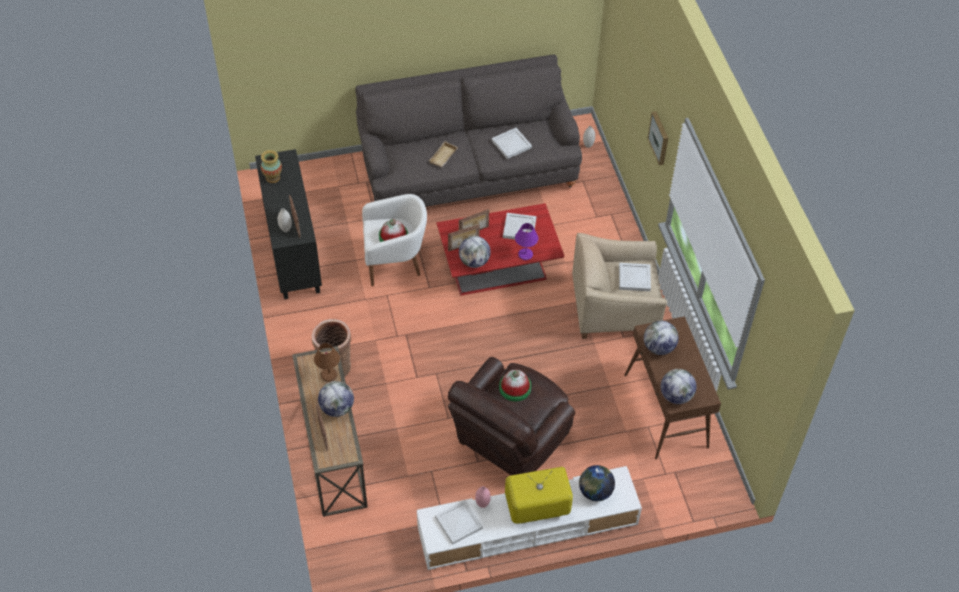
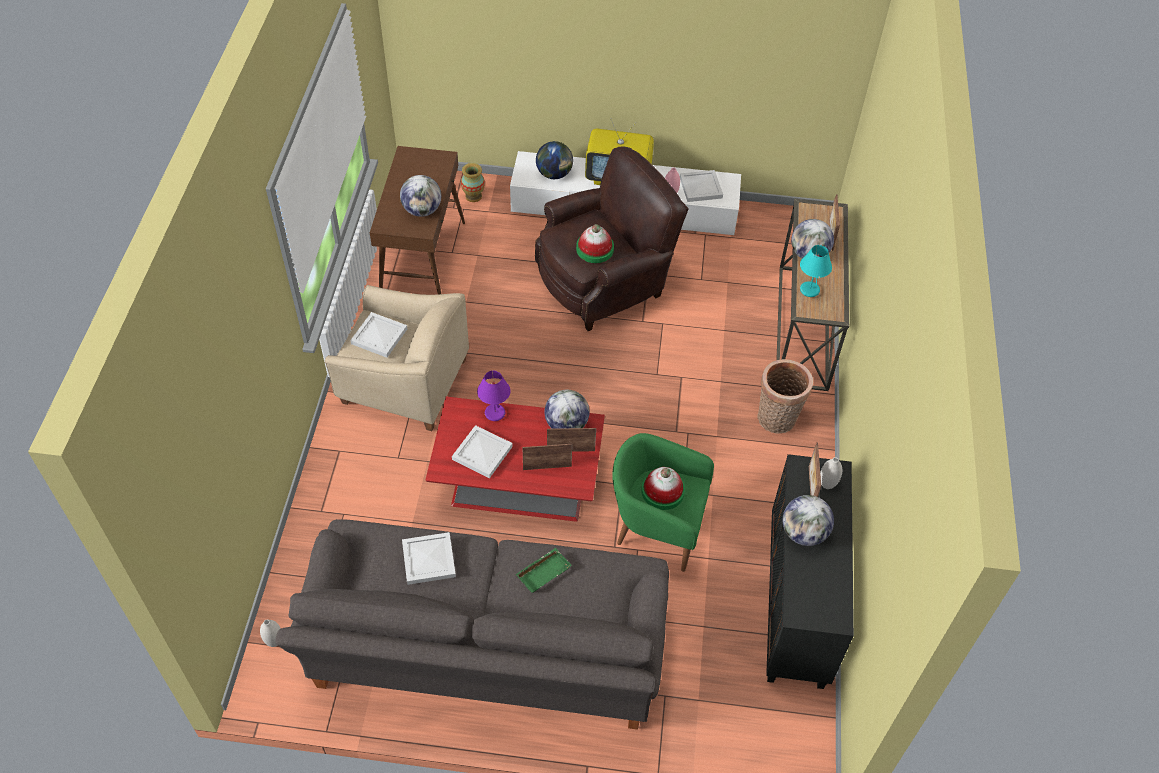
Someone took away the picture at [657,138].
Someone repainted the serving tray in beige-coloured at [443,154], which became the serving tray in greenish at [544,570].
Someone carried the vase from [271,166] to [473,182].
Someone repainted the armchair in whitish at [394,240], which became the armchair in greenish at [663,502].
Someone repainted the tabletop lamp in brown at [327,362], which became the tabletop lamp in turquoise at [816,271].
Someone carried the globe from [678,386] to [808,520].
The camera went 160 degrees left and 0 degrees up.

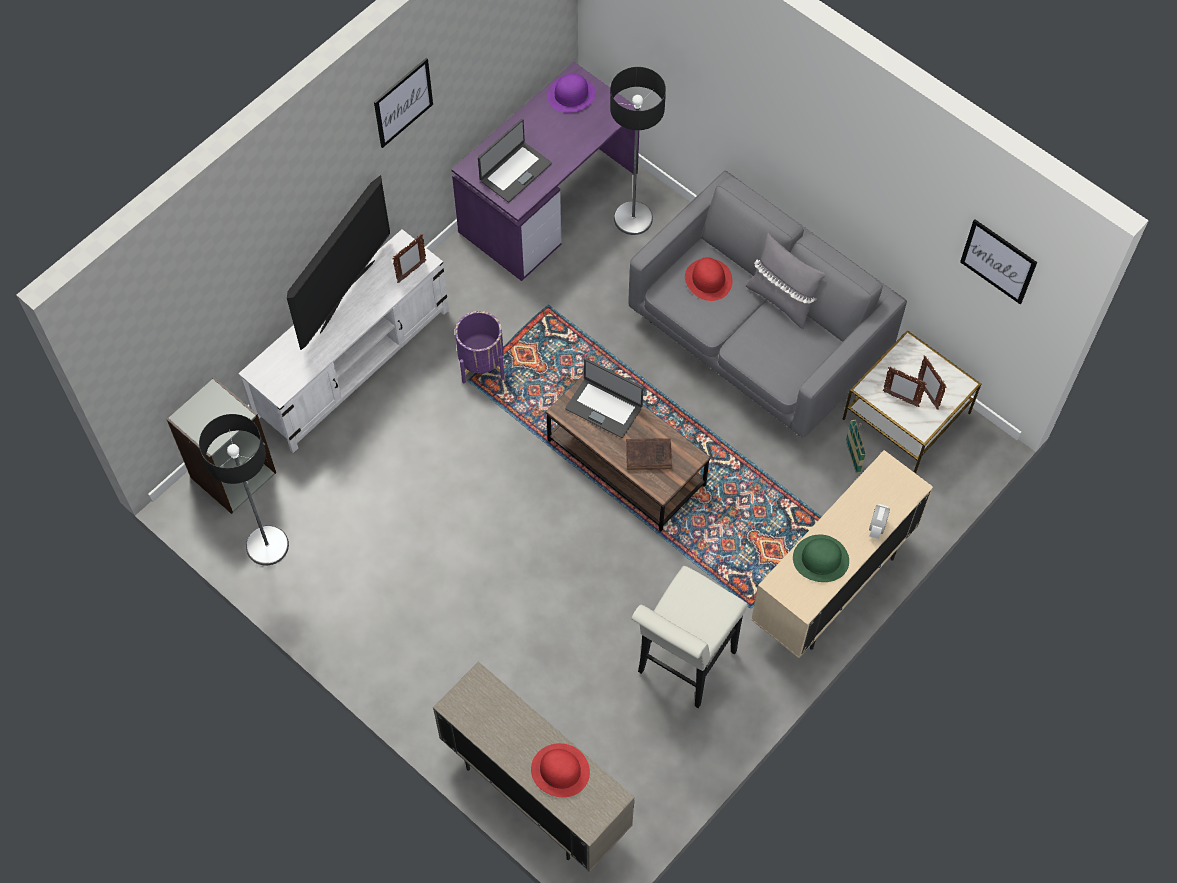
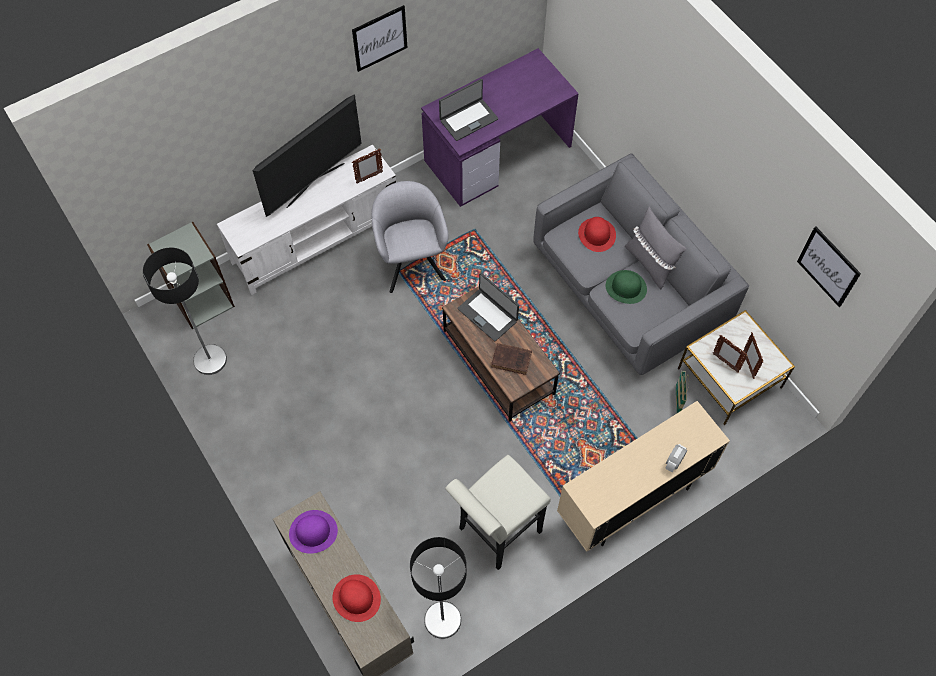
Someone carried the floor lamp from [638,151] to [438,588].
Someone carried the wearable hat in purple from [571,93] to [313,532].
Someone swapped the plant pot in purple at [479,347] for the armchair in greyish at [410,237].
Someone carried the wearable hat in greenish from [821,558] to [626,287].
The camera went 15 degrees right and 0 degrees up.

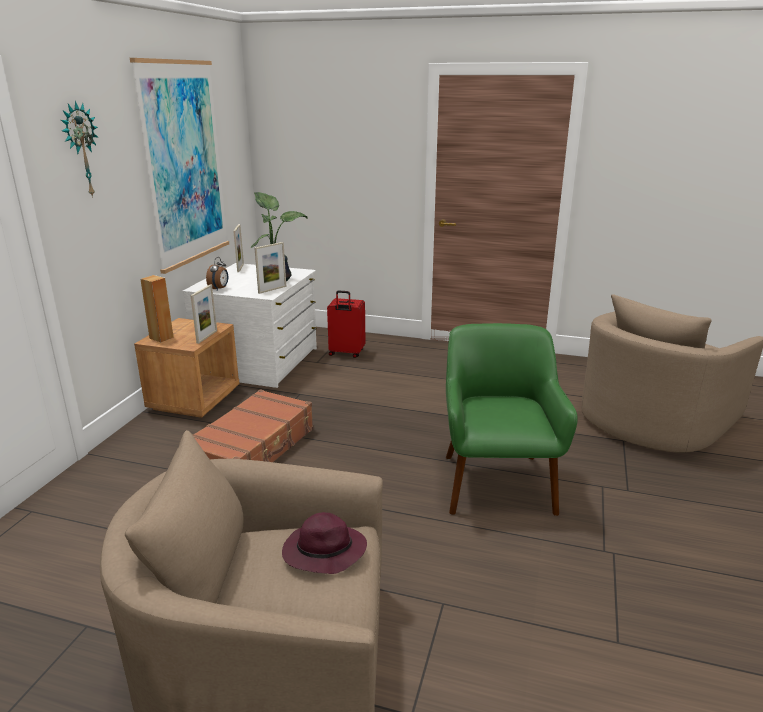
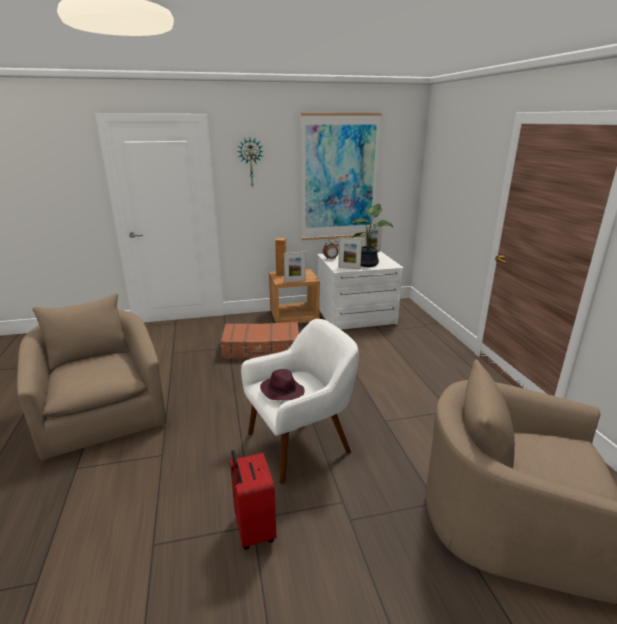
Someone carried the piece of luggage in red-coloured from [346,324] to [253,500].
Someone repainted the armchair in greenish at [512,419], which became the armchair in whitish at [300,401].
Someone carried the wearable hat in purple from [324,543] to [282,384].
The camera went 60 degrees right and 0 degrees up.

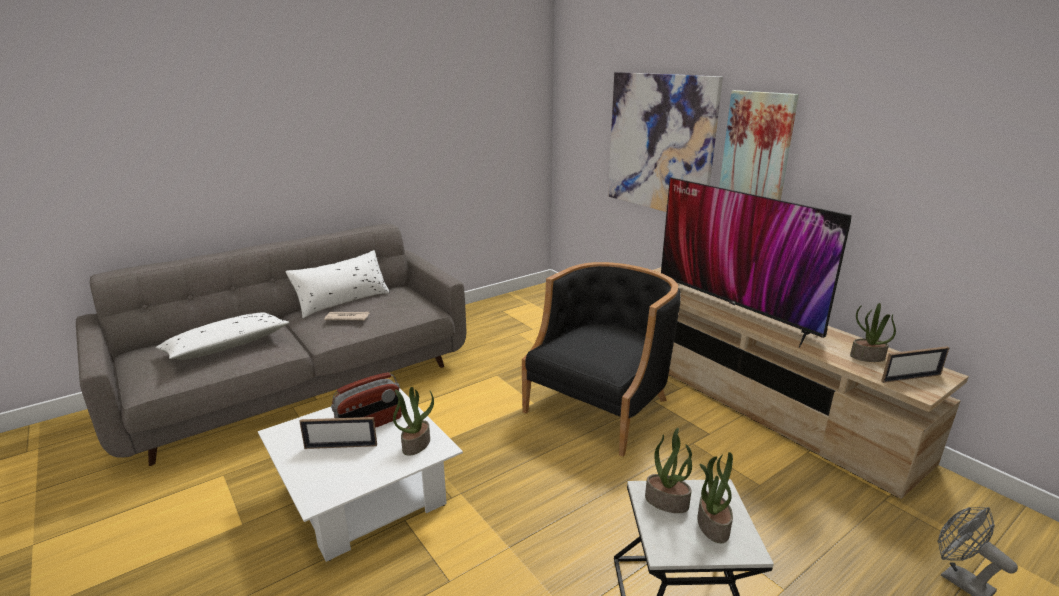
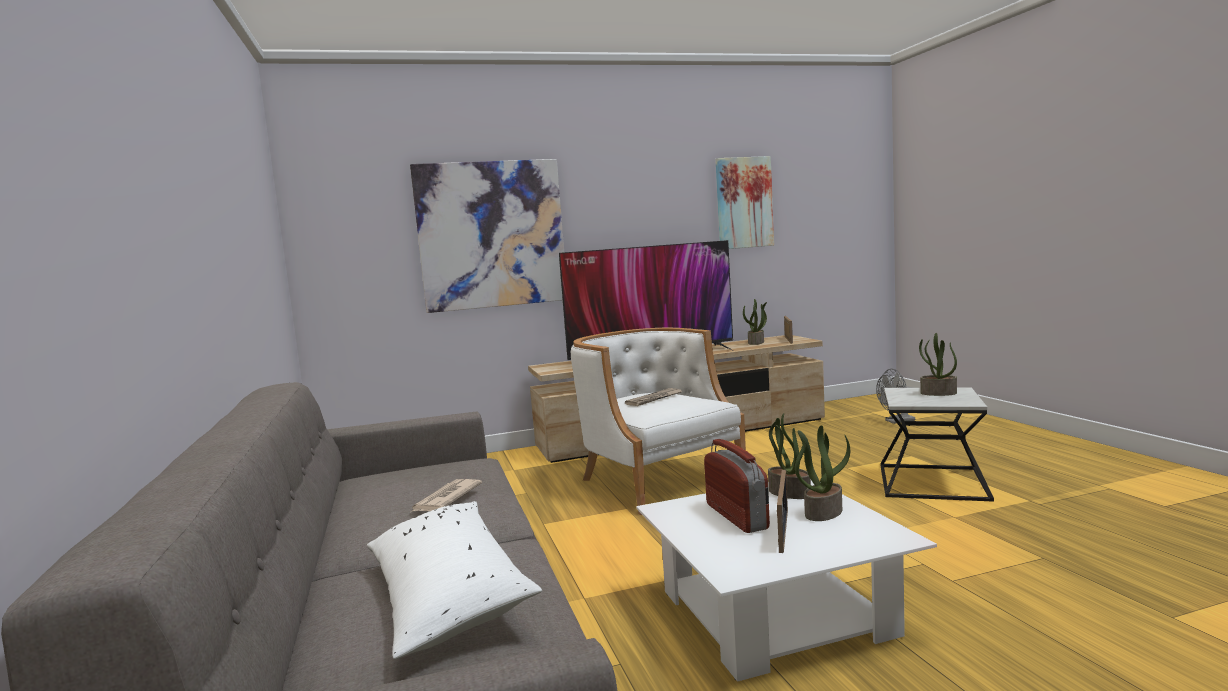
Someone carried the picture from [759,145] to [744,202].
Someone took away the cushion in whitish at [337,284].
Someone repainted the armchair in black at [601,359], which became the armchair in whitish at [658,421].
Someone carried the houseplant from [668,470] to [822,473].
Someone put down the printed paper at [653,397].
The camera went 70 degrees left and 15 degrees down.

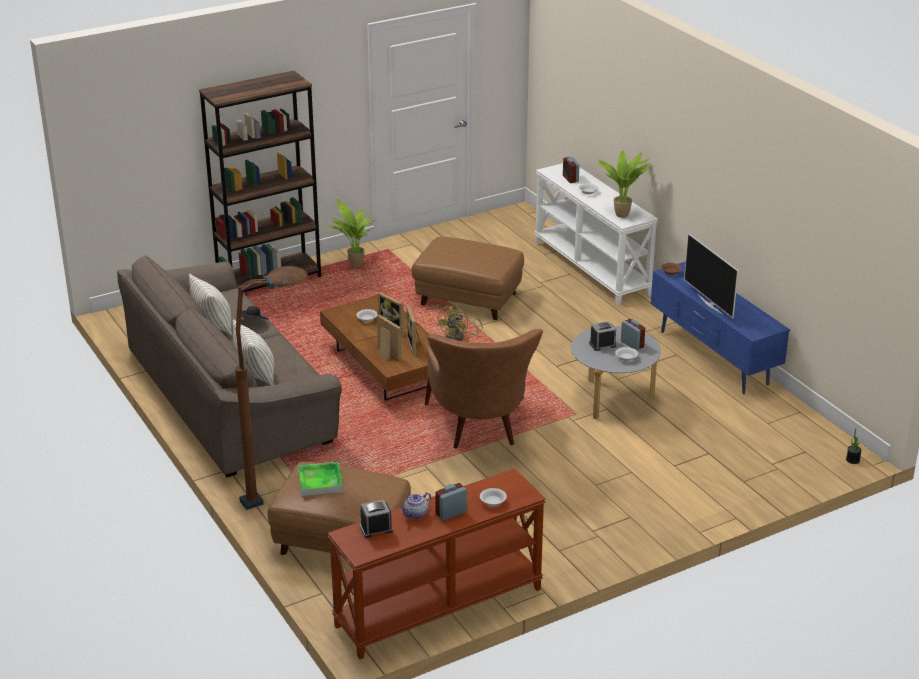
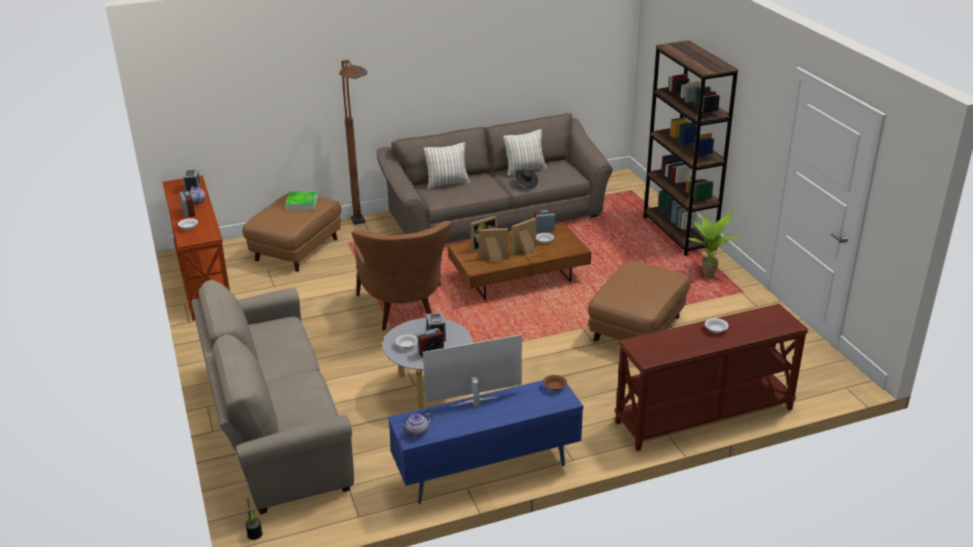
Someone took away the houseplant at [624,184].
Someone carried the bedside clock from [571,170] to [544,221].
Someone repainted the console table in whitish at [596,234], which became the console table in brown at [711,377].
Someone took away the electric fan in yellow-coloured at [460,323].
Someone rotated the armchair in brown at [484,389] by 105 degrees counterclockwise.
Someone put down the sofa in beige-coloured at [272,397].
Someone put down the pot for tea at [416,425].
The camera went 100 degrees right and 0 degrees up.

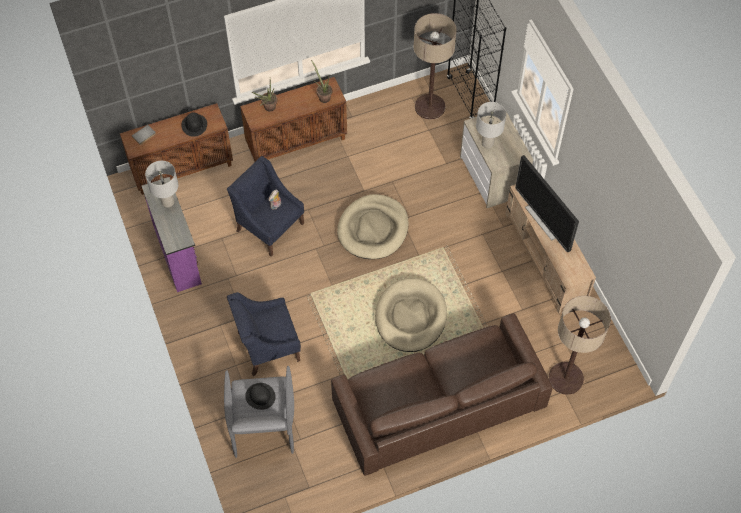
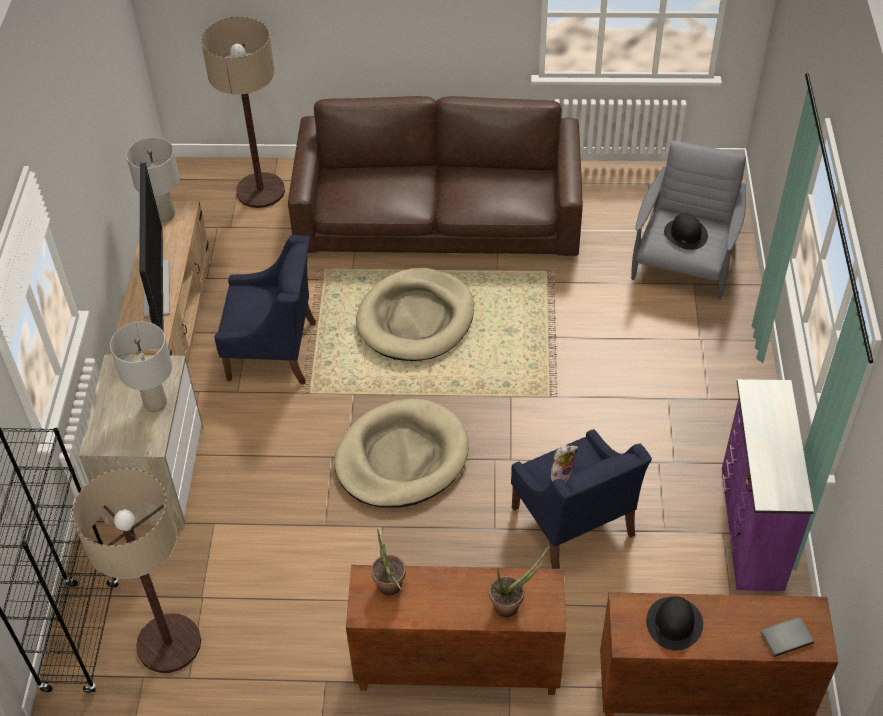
Someone carried the tabletop lamp in greyish from [161,184] to [153,180].
Someone carried the armchair in bluish from [264,334] to [265,309].
The camera went 155 degrees left and 10 degrees down.

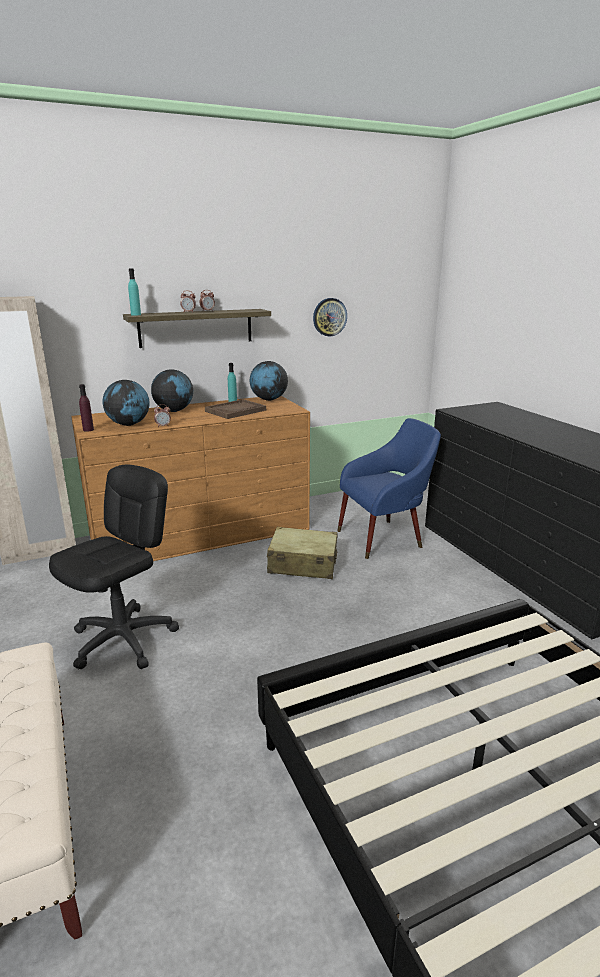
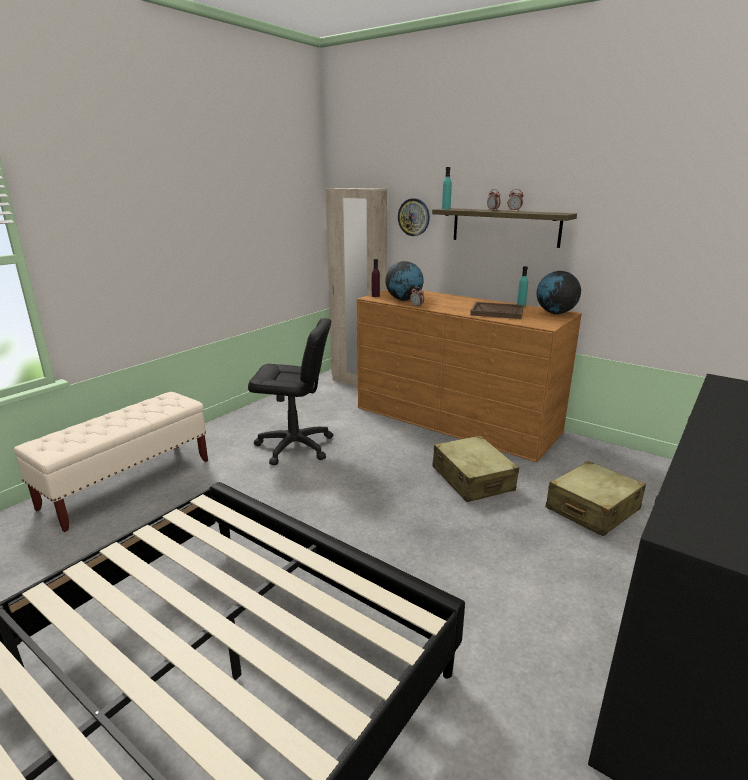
Someone carried the hanging clock from [330,317] to [414,217].
Someone took away the globe at [172,390].
Someone swapped the armchair in bluish at [389,488] for the piece of luggage in beige-coloured at [596,498].
The camera went 60 degrees right and 0 degrees up.

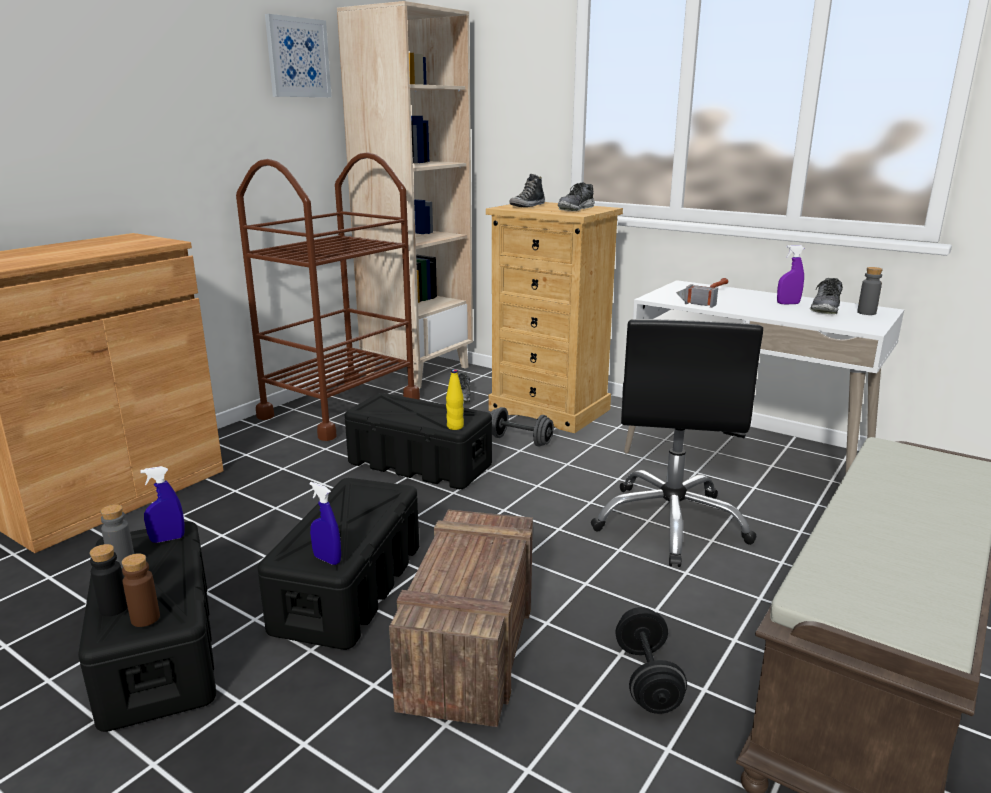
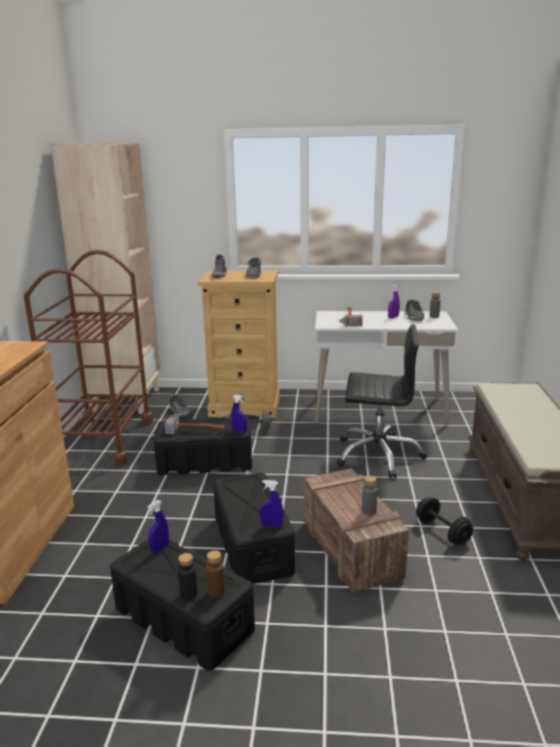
Someone took away the picture at [298,55].
Someone rotated the office chair in black at [677,443] by 60 degrees counterclockwise.
Someone swapped the bottle in yellow-coloured at [455,399] for the sprayer in bluish at [239,413].
Someone carried the bottle in greyish from [117,537] to [369,495].
Someone put down the hand hammer at [194,424].
The camera went 30 degrees left and 0 degrees up.

